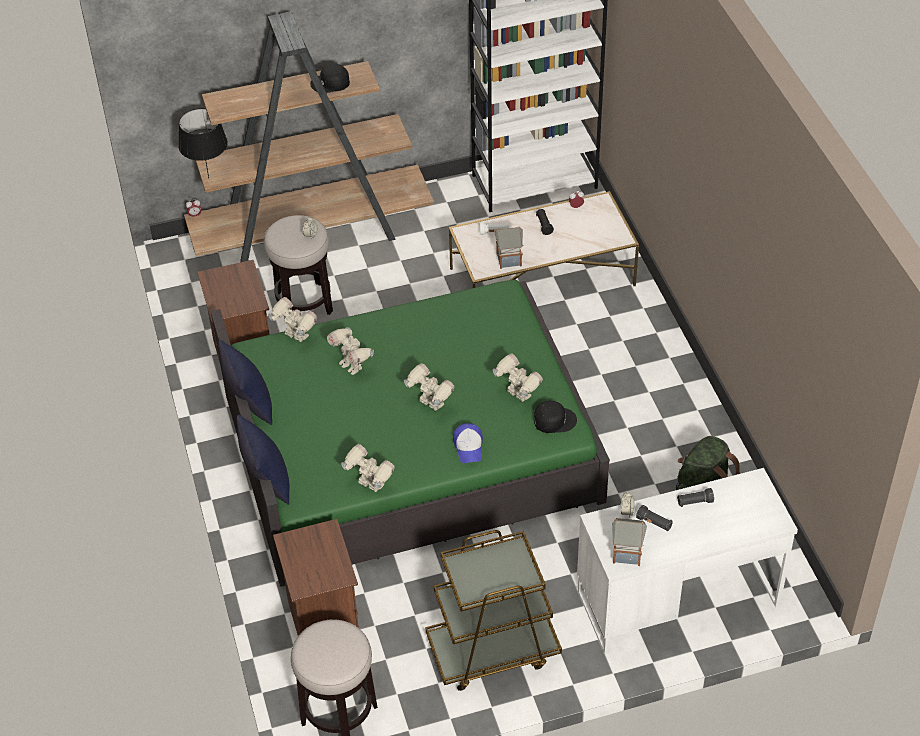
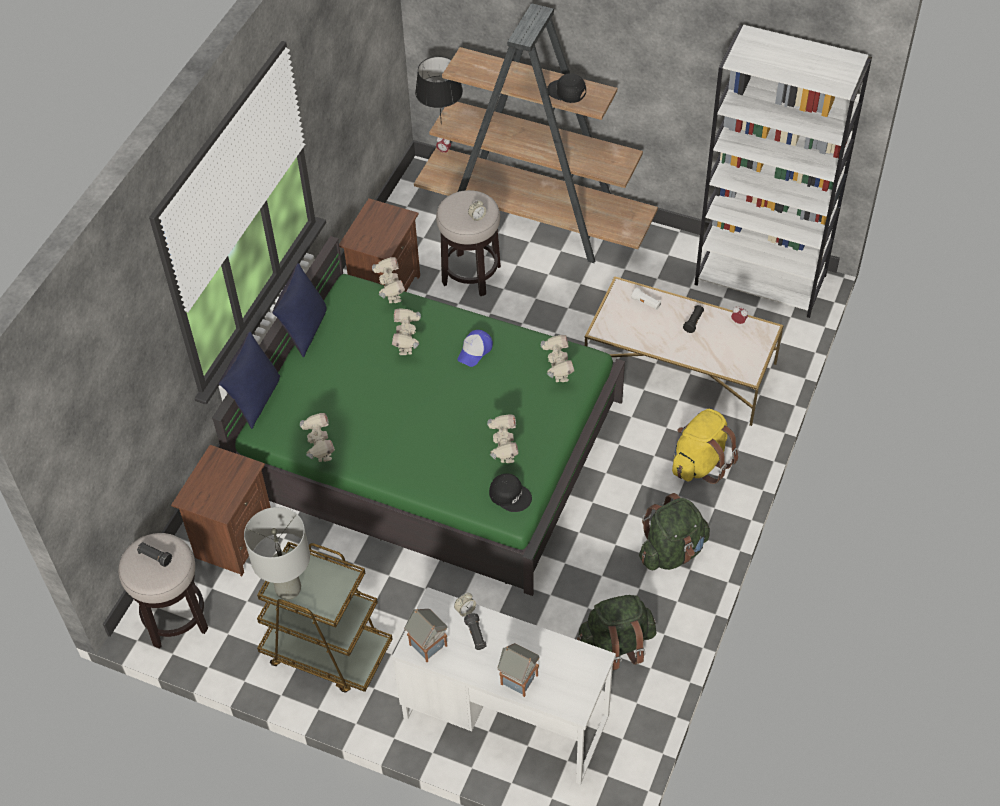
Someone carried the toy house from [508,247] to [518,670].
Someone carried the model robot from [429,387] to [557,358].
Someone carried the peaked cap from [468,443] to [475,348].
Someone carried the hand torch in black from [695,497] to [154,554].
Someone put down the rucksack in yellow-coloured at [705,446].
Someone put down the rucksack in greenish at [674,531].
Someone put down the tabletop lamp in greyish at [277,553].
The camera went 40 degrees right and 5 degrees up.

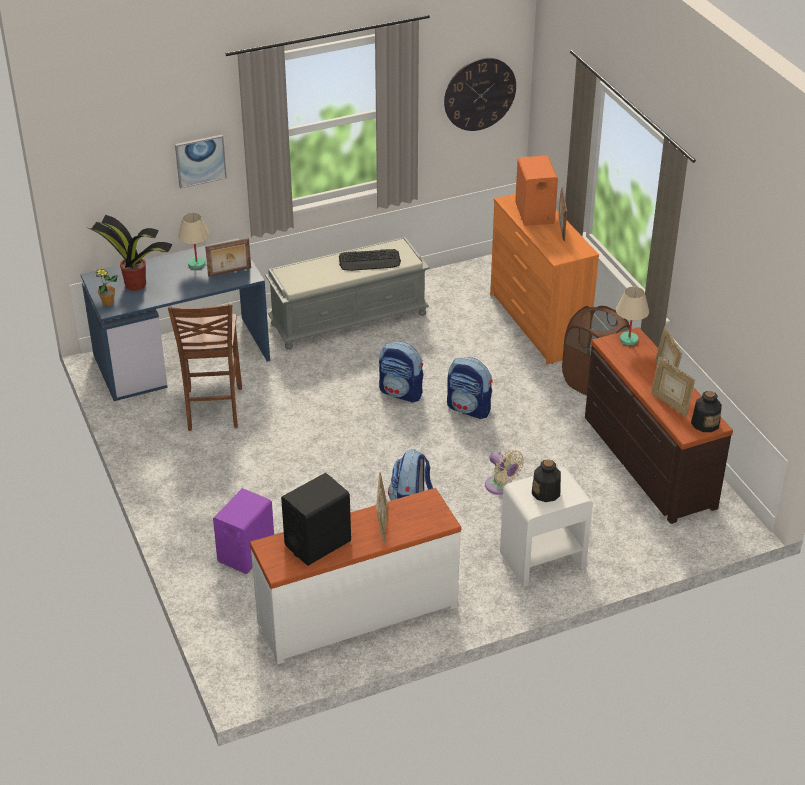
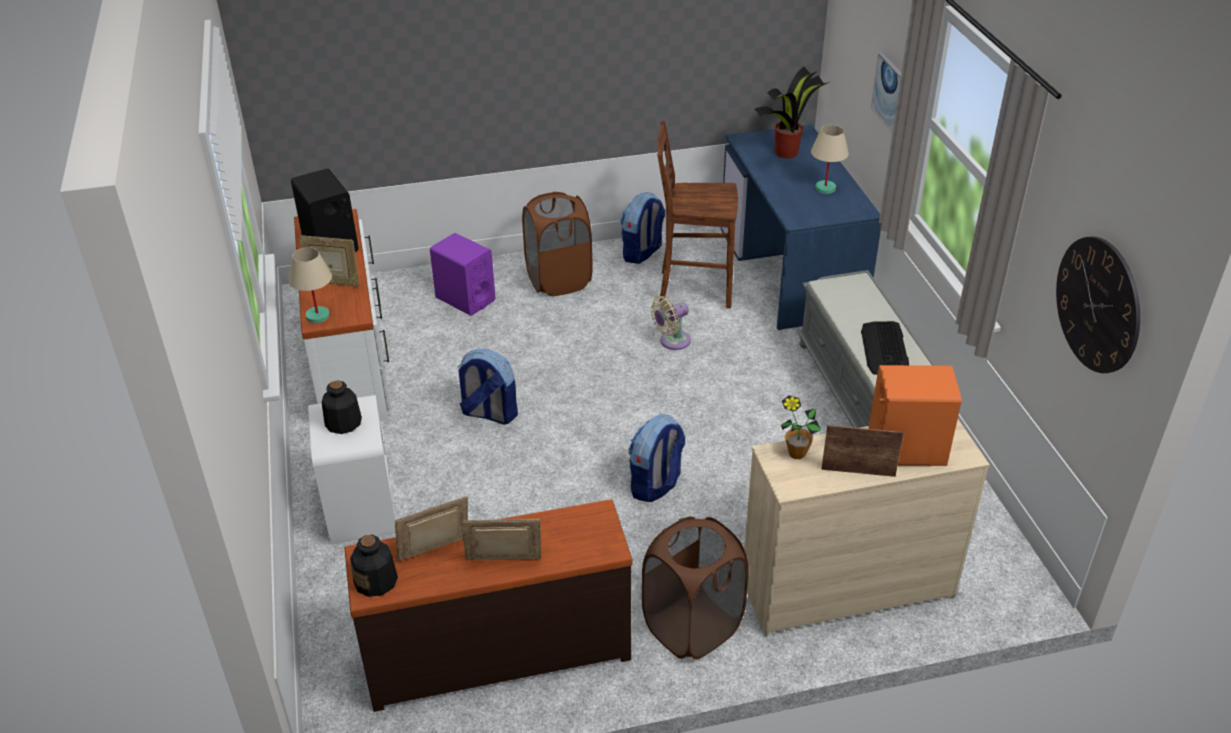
Someone repainted the dresser in orange-coloured at [544,279], which became the dresser in beige-coloured at [867,527].
Someone took away the picture frame at [228,257].
Someone carried the houseplant from [107,287] to [801,427].
Someone carried the tabletop lamp in beige-coloured from [632,316] to [310,285].
Someone carried the rucksack from [401,372] to [643,228].
Someone carried the electric fan in beige-coloured from [504,472] to [671,323].
Someone put down the laundry basket in brown at [557,244].
The camera went 100 degrees right and 0 degrees up.

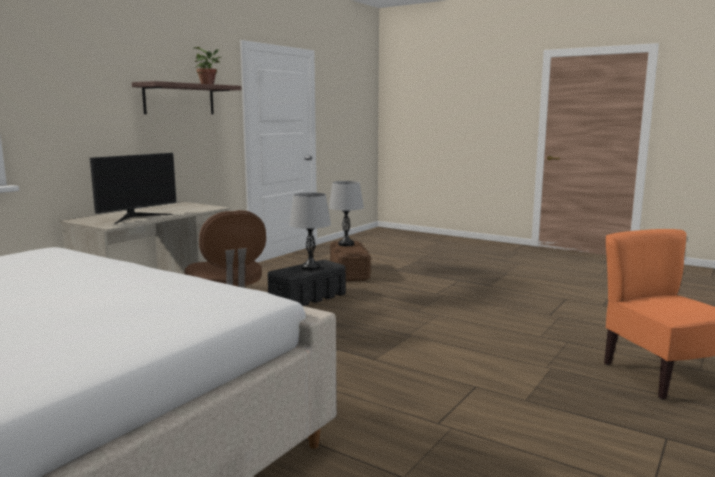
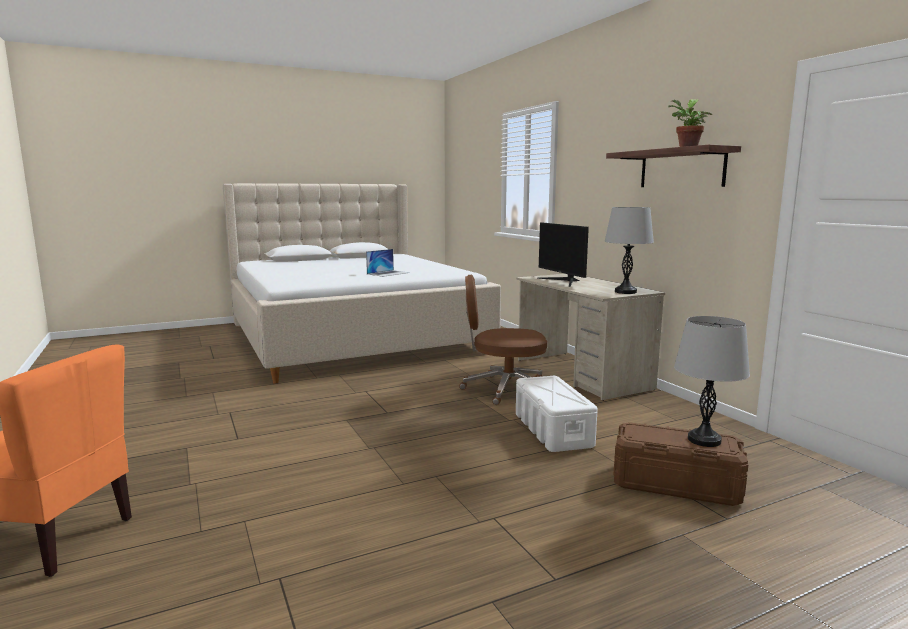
Someone carried the tabletop lamp in greyish from [310,232] to [629,250].
Someone repainted the storage bin in black at [307,283], which became the storage bin in whitish at [557,414].
Someone put down the laptop at [387,263].
The camera went 120 degrees right and 0 degrees up.

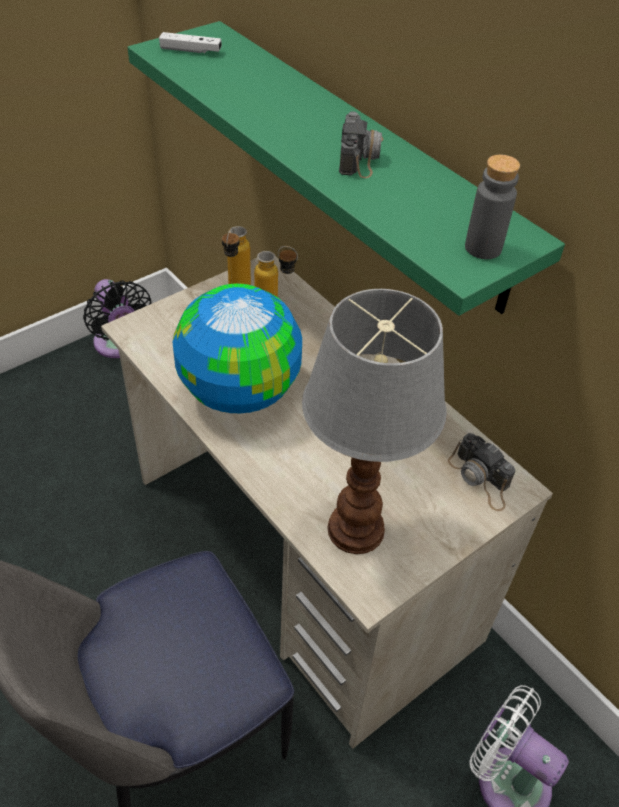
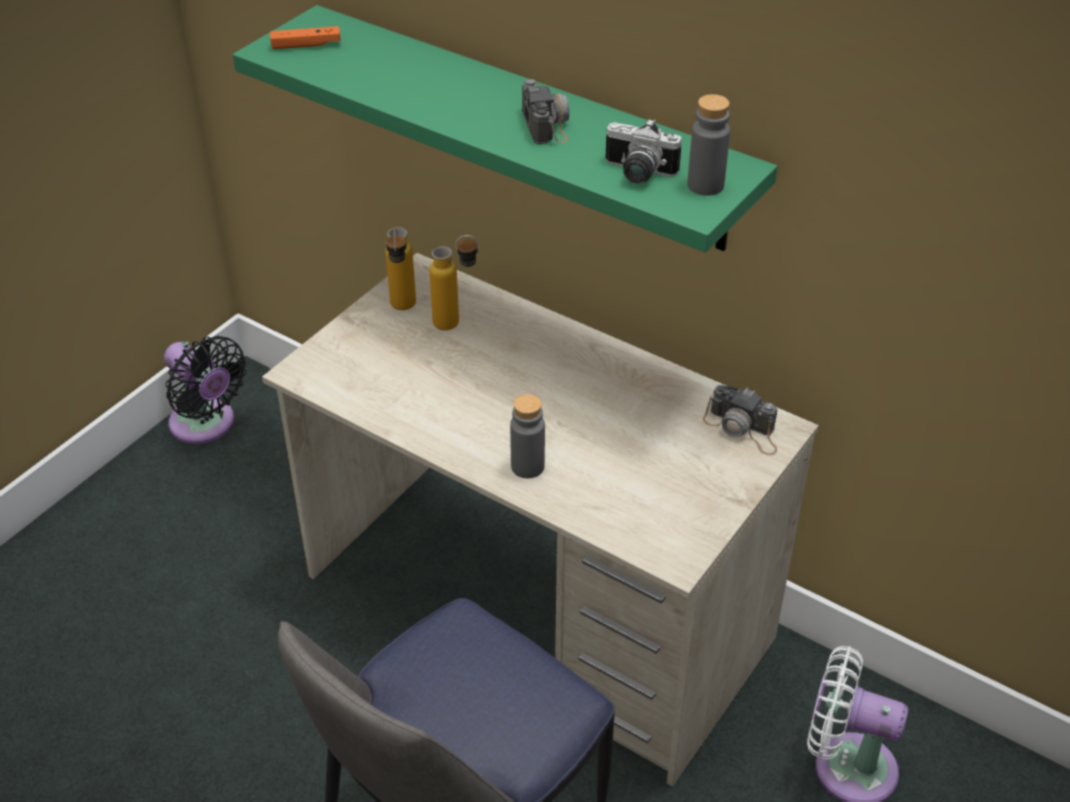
Someone repainted the gamepad in whitish at [190,43], which became the gamepad in orange-coloured at [305,37].
Someone took away the globe at [237,348].
Someone took away the tabletop lamp at [374,421].
Someone put down the still camera at [643,151].
Someone put down the bottle in greyish at [527,436].
The camera went 15 degrees left and 5 degrees down.

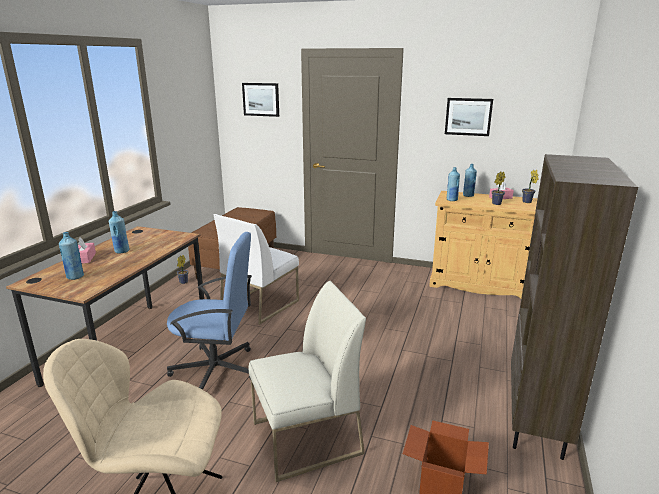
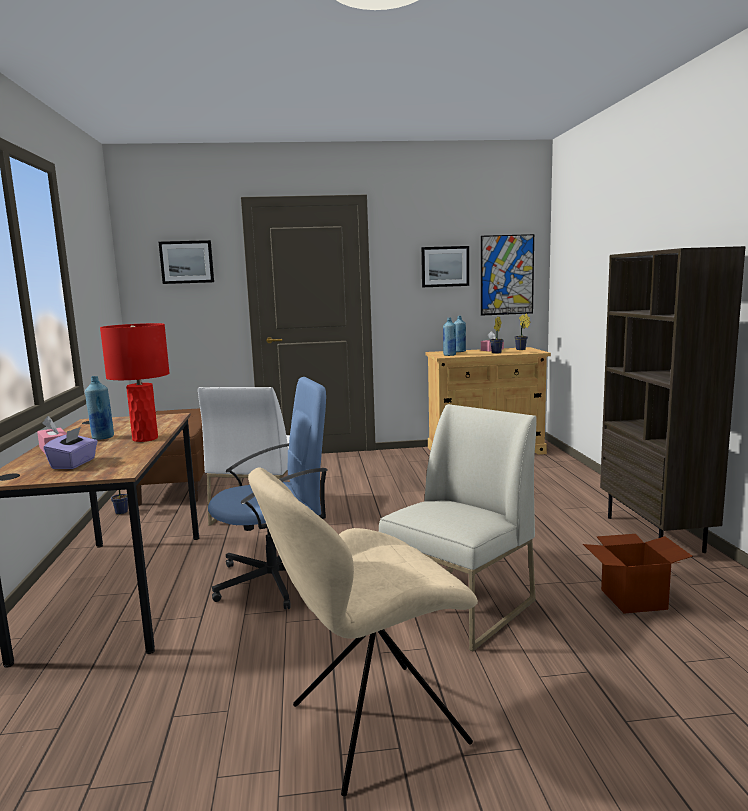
Someone swapped the bottle in bluish at [71,256] for the box of tissues in purple at [70,448].
Someone put up the picture at [507,275].
Someone put down the tabletop lamp in red-coloured at [135,382].
The camera went 25 degrees left and 10 degrees down.

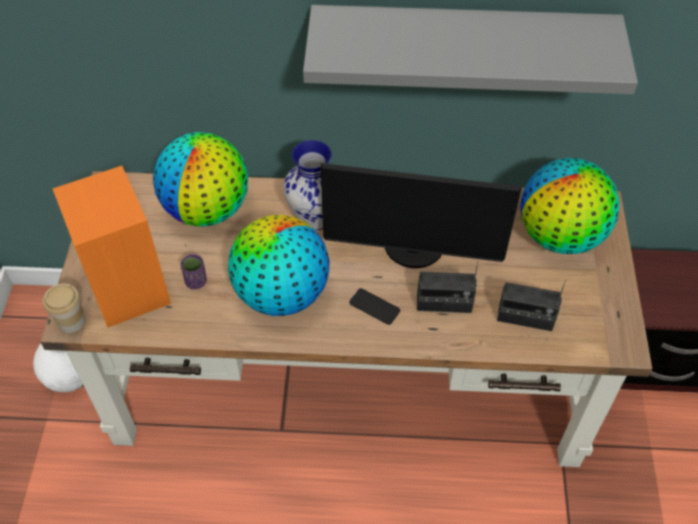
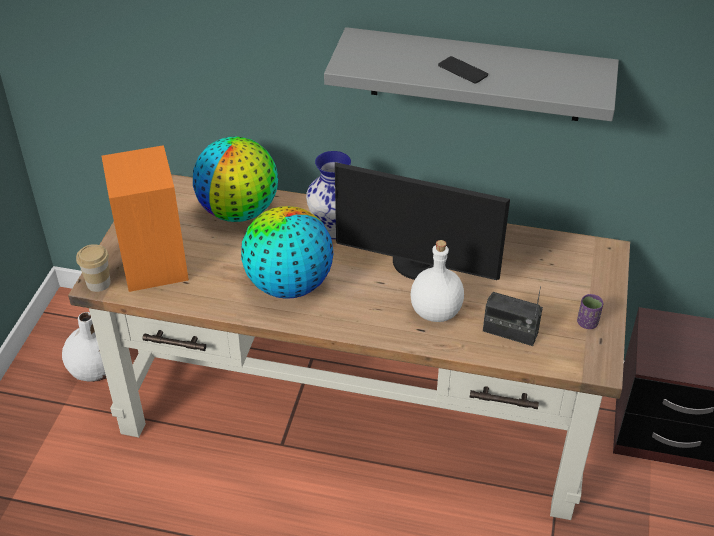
Someone took away the globe at [570,206].
Someone carried the small cup in purple from [194,271] to [590,311].
Someone swapped the radio set at [448,287] for the bottle in whitish at [437,281].
Someone carried the handset from [374,306] to [463,70].
The camera went 10 degrees right and 10 degrees down.

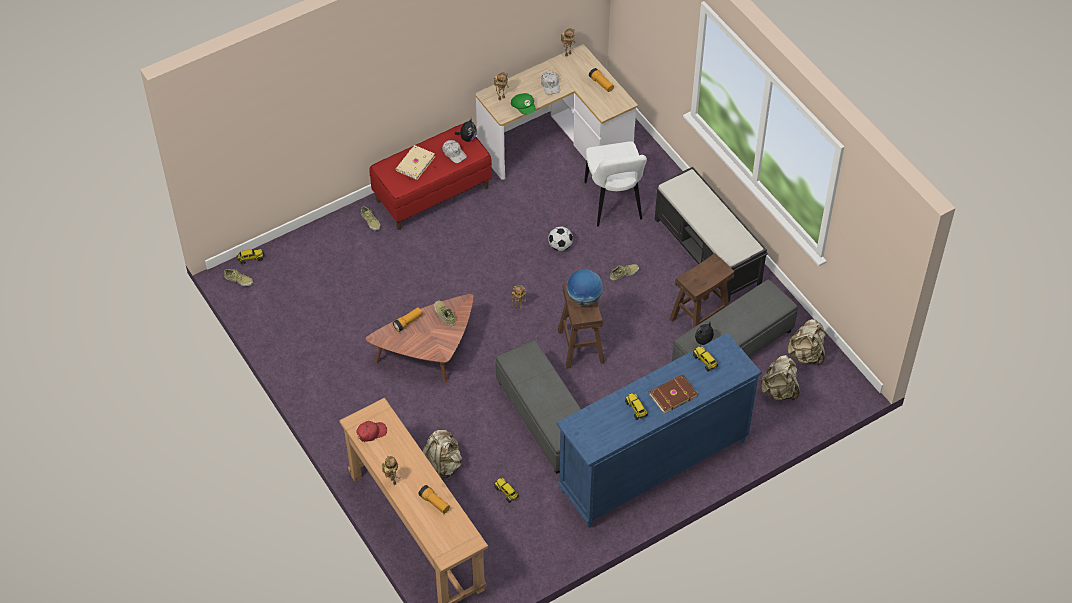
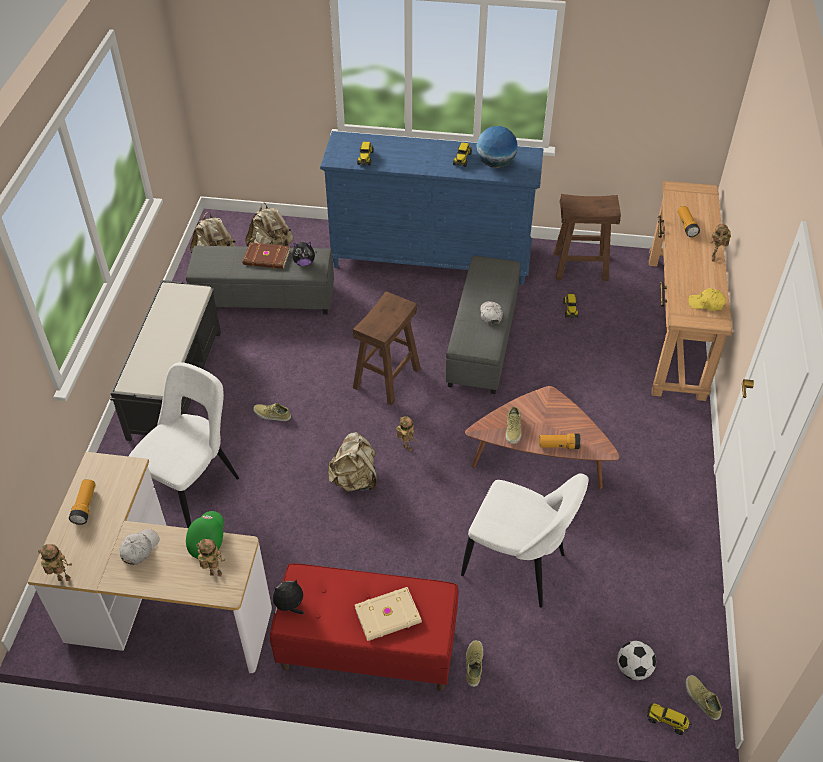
Someone carried the peaked cap in whitish from [454,151] to [491,313].
Someone carried the football ball from [560,238] to [636,660].
Someone carried the sitting stool in brown from [702,291] to [587,237].
Someone carried the globe from [585,288] to [497,147].
Someone carried the volume in brown from [673,394] to [266,255].
Someone repainted the peaked cap in red-coloured at [371,431], which became the peaked cap in yellow-coloured at [707,299].
Someone carried the rucksack in beige-coloured from [442,455] to [352,462].
Someone put down the chair in whitish at [525,540].
The camera went 140 degrees left and 5 degrees down.

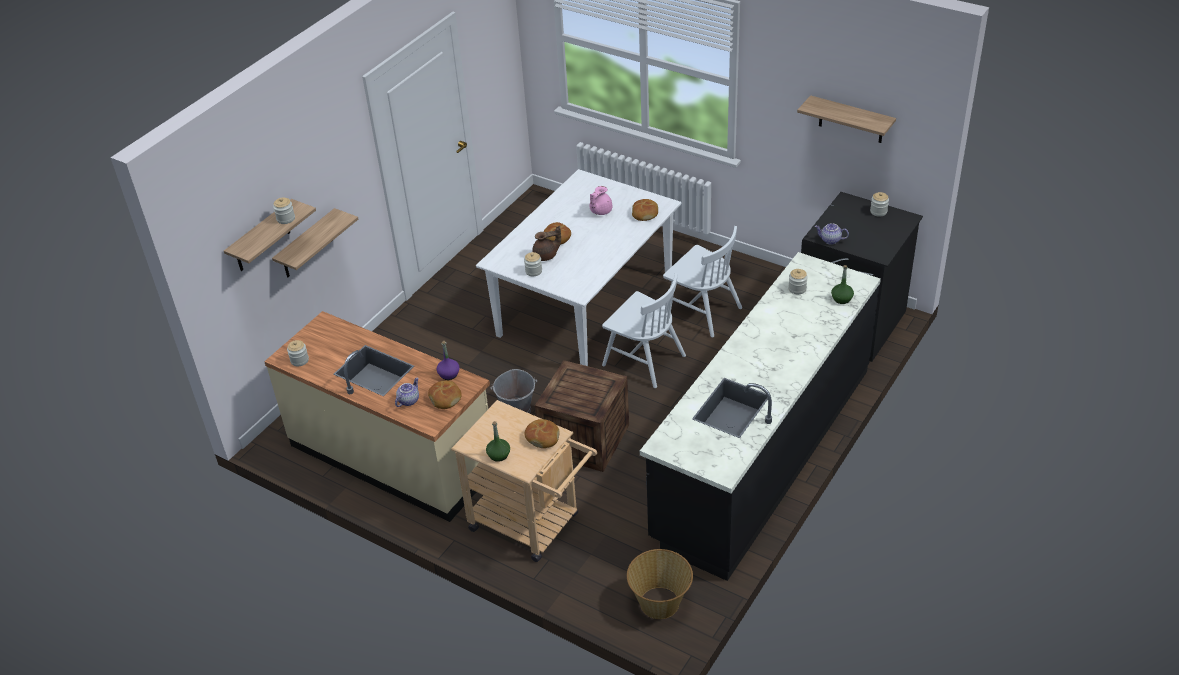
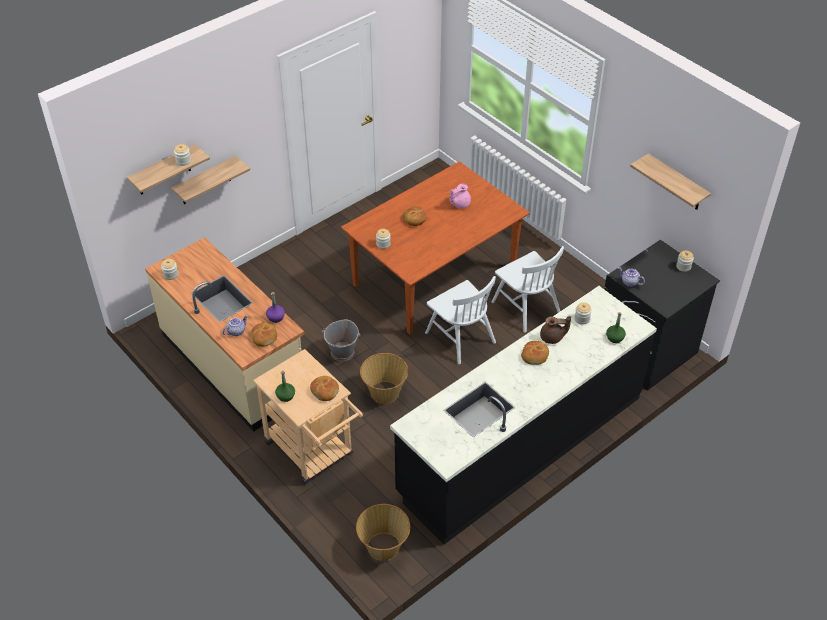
Someone repainted the dinner table in whitish at [578,267], which became the dinner table in brown at [435,247].
Someone carried the baked bread from [645,210] to [535,353].
Someone carried the pot for tea in brown from [546,243] to [555,330].
Someone swapped the packing crate at [582,416] for the basket at [384,378].
The camera went 15 degrees right and 5 degrees up.

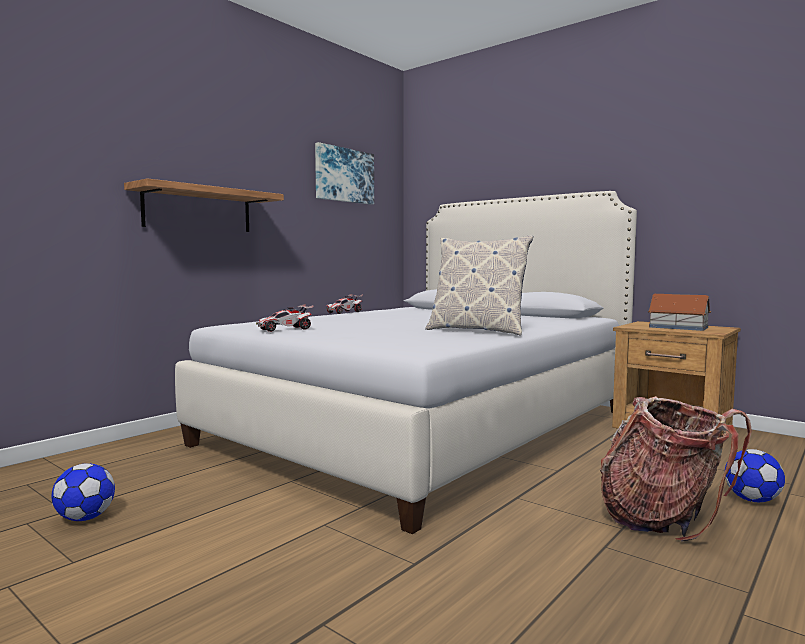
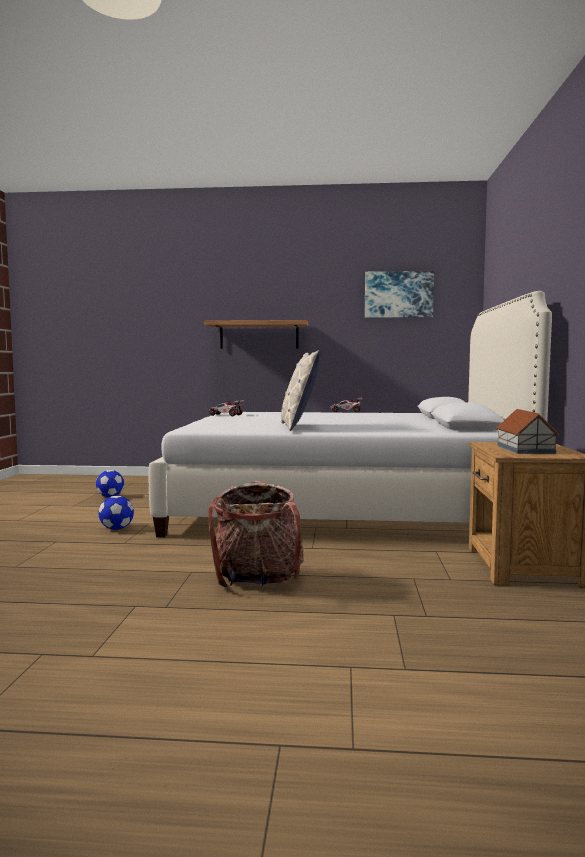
Someone carried the football ball from [755,475] to [116,513].
The camera went 55 degrees right and 0 degrees up.

